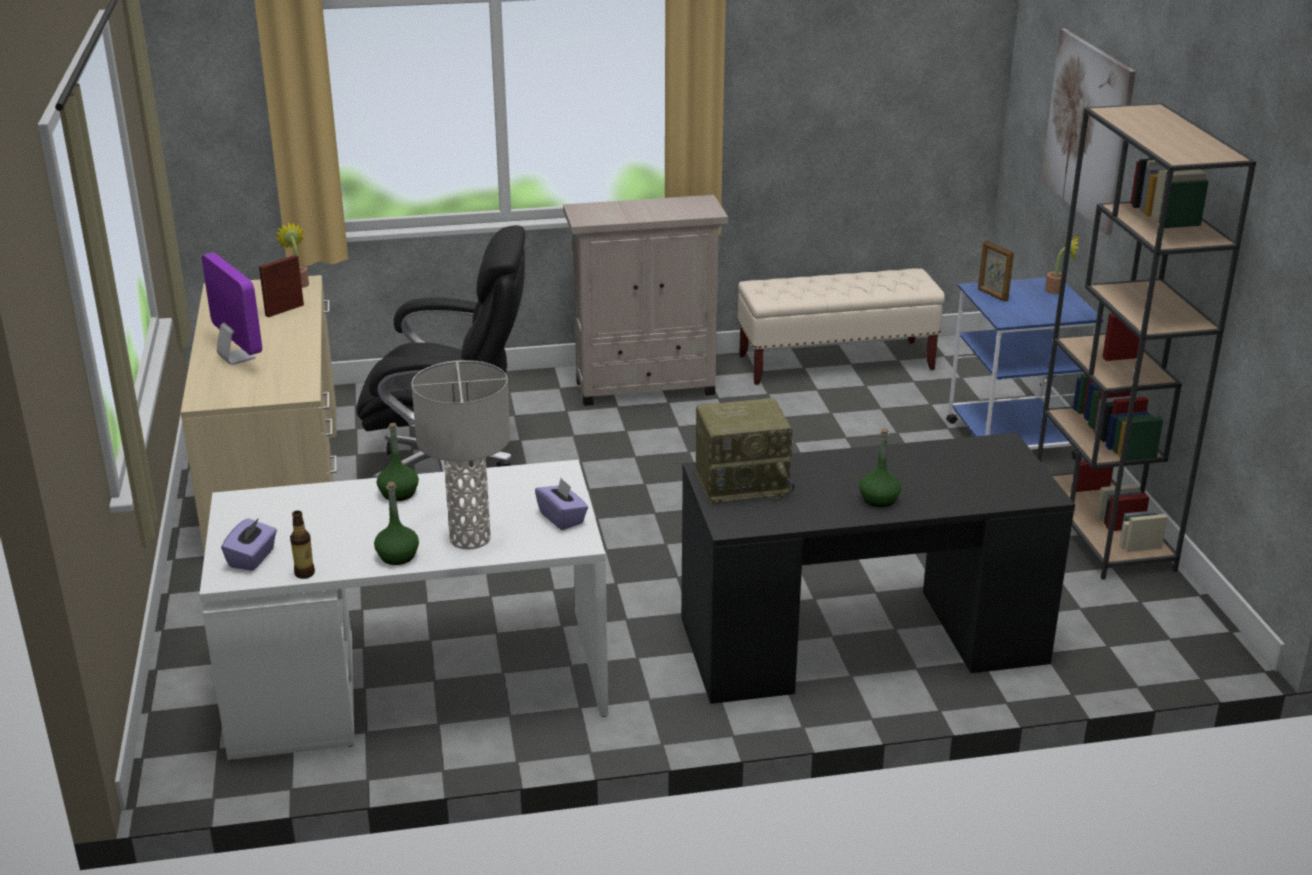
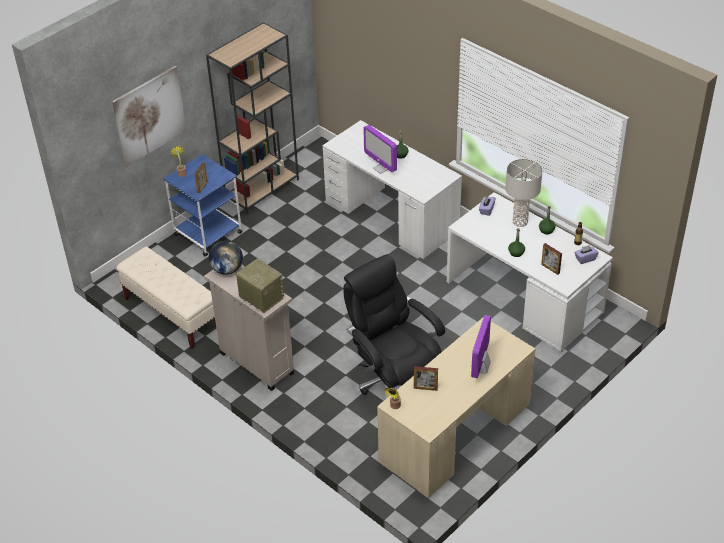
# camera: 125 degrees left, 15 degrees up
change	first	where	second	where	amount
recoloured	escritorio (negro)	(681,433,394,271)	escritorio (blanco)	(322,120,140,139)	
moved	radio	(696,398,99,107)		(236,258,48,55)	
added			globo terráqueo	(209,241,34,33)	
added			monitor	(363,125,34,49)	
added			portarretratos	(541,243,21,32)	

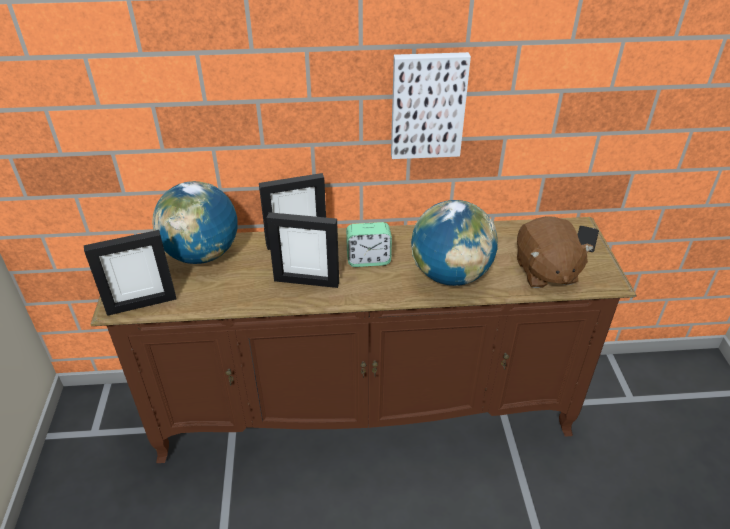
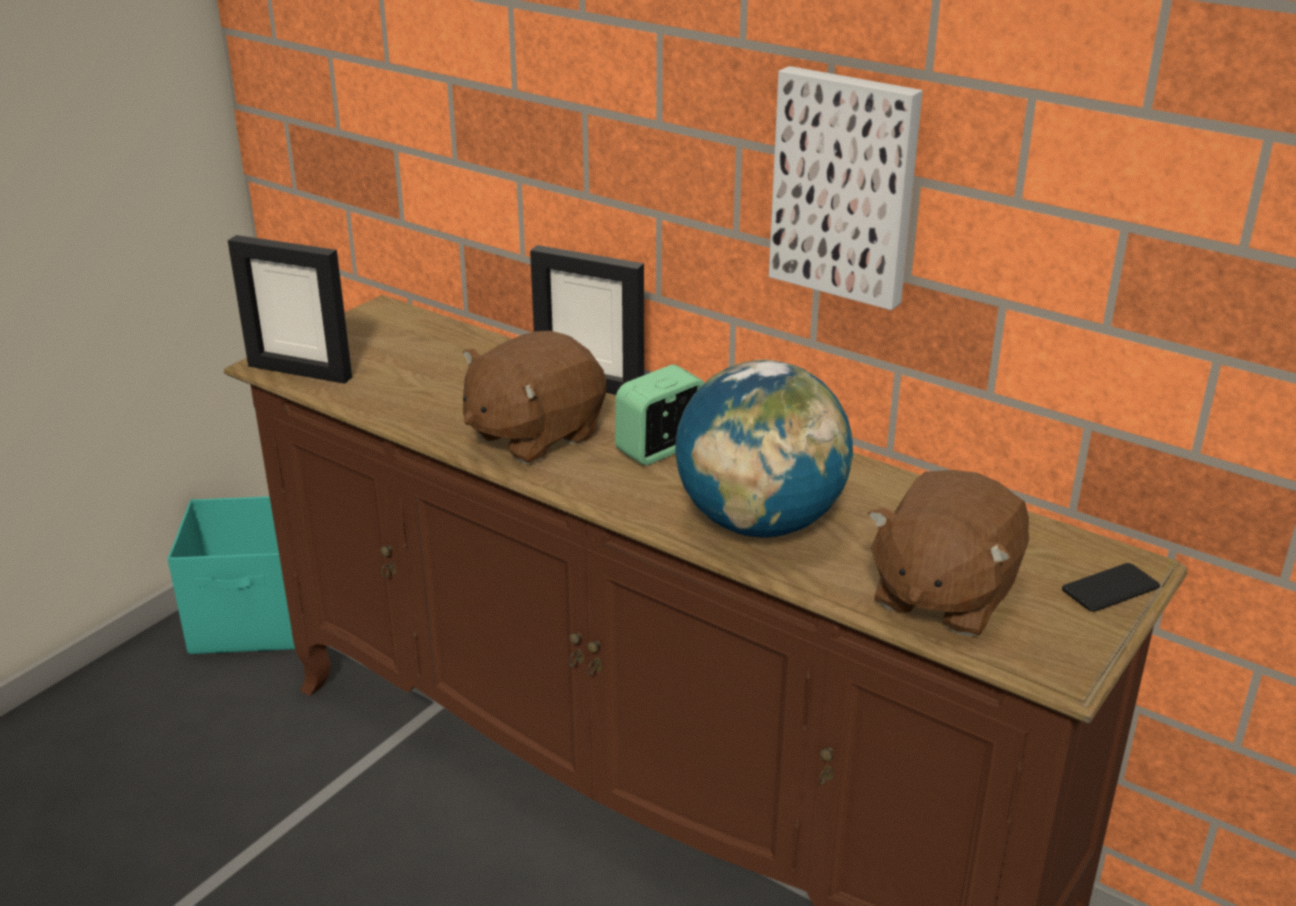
# camera: 40 degrees right, 10 degrees down
change	first	where	second	where	amount
removed	globo terráqueo	(152,181,86,83)			
replaced	portarretratos	(267,212,72,76)	peluche (marrón)	(463,331,143,133)	
turned	despertador	(346,222,46,45)		(615,365,89,100)	105 degrees clockwise
added			caja de almacenaje (turquesa)	(167,496,128,158)	

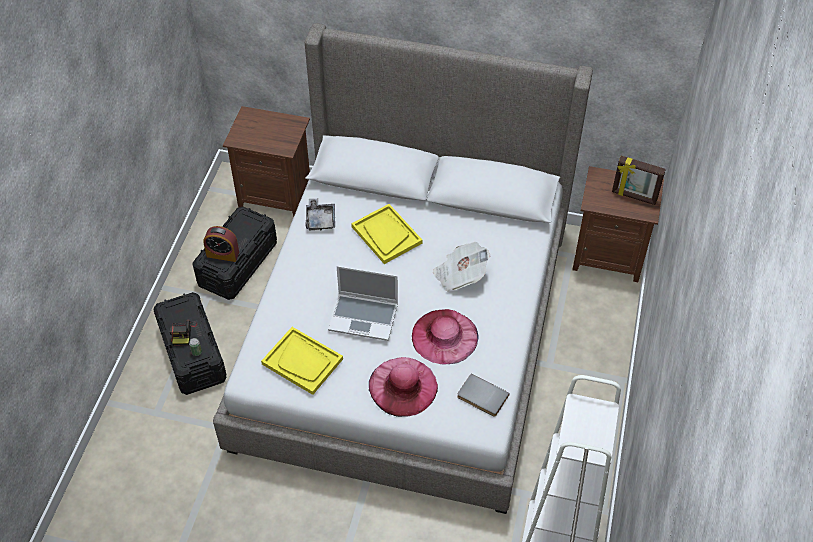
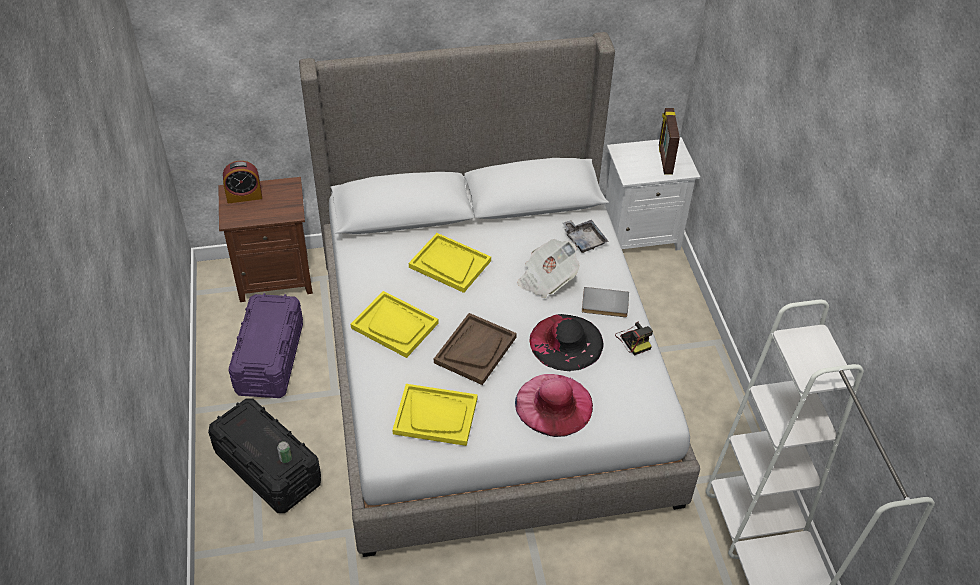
# camera: 25 degrees left, 5 degrees down
change	first	where	second	where	amount
moved	cámara	(170,320,27,26)		(615,322,38,34)	
recoloured	caja de almacenaje (negro)	(192,207,85,93)	caja de almacenaje (morado)	(228,293,75,105)	
moved	despertador	(203,226,36,36)		(223,161,39,42)	
moved	bandeja (gris)	(306,199,29,32)		(562,220,46,33)	
replaced	portátil	(328,266,70,75)	bandeja (marrón)	(434,313,83,72)	
recoloured	sombrero (rosa)	(412,309,67,55)	sombrero (negro)	(529,314,74,57)	
moved	libro (gris)	(457,373,53,44)		(582,287,47,30)	
recoloured	mesita de noche (marrón)	(572,166,92,116)	mesita de noche (blanco)	(605,137,95,114)	
turned	portarretratos	(612,156,54,49)		(659,108,21,67)	90 degrees clockwise
added			bandeja (amarillo)	(351,291,88,67)	

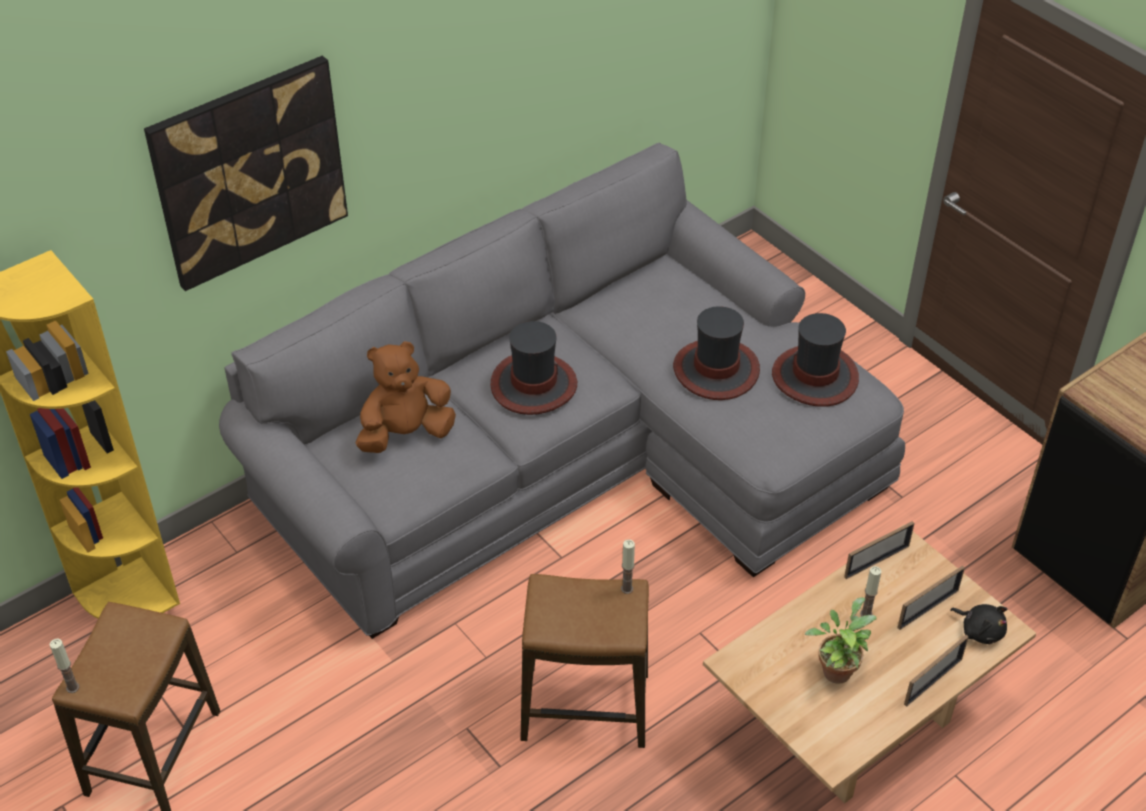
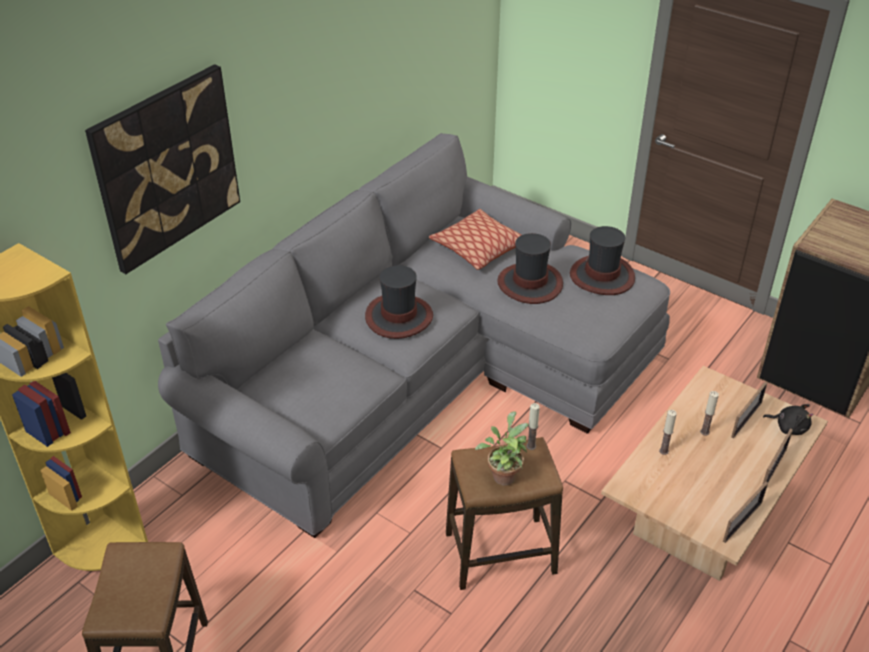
# camera: 15 degrees left, 5 degrees down
change	first	where	second	where	amount
moved	vela	(50,639,29,54)		(659,410,18,45)	
removed	peluche (marrón)	(355,341,101,112)			
moved	planta en maceta	(805,597,72,87)		(475,411,53,75)	
moved	portarretratos	(844,521,71,58)		(723,482,45,61)	
added			cojín	(429,209,92,61)	

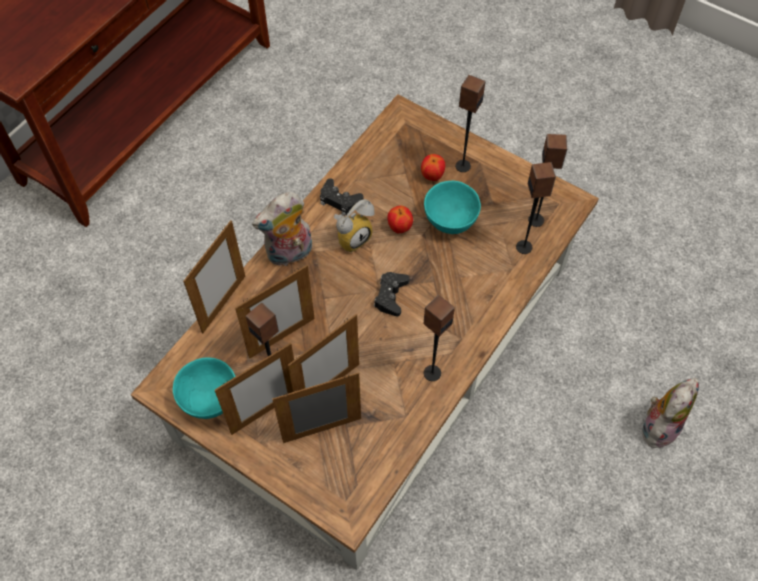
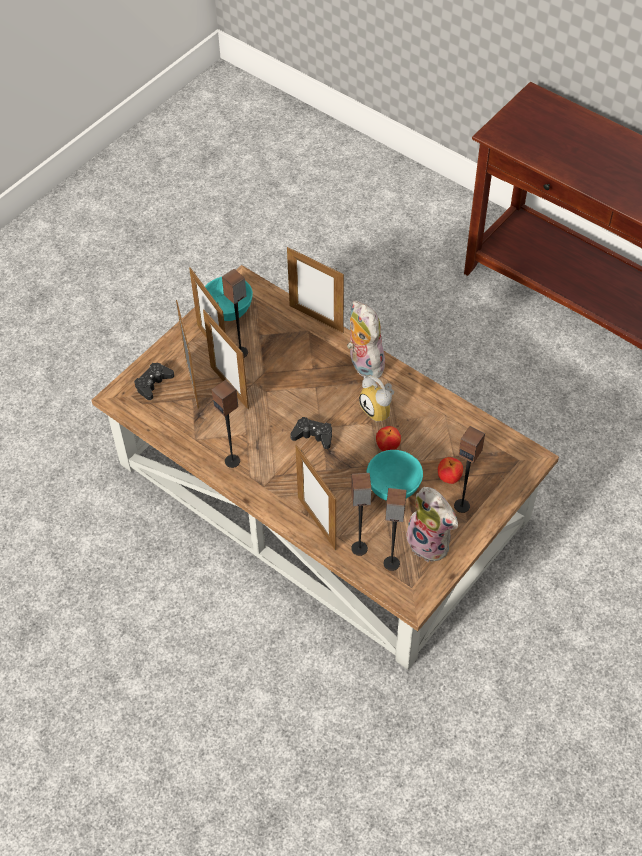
# camera: 95 degrees right, 5 degrees down
change	first	where	second	where	amount
moved	portarretratos	(235,265,80,94)		(295,444,41,106)	
moved	mando de consola (negro)	(320,178,44,38)		(134,363,40,37)	
moved	peluche	(642,378,57,70)		(406,487,52,75)	

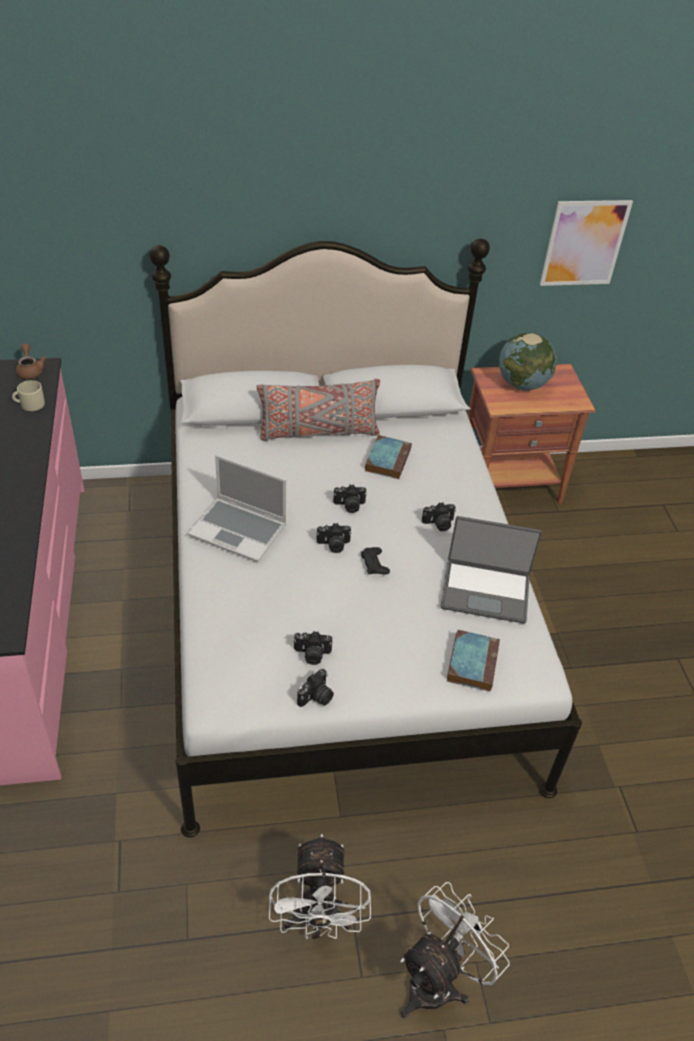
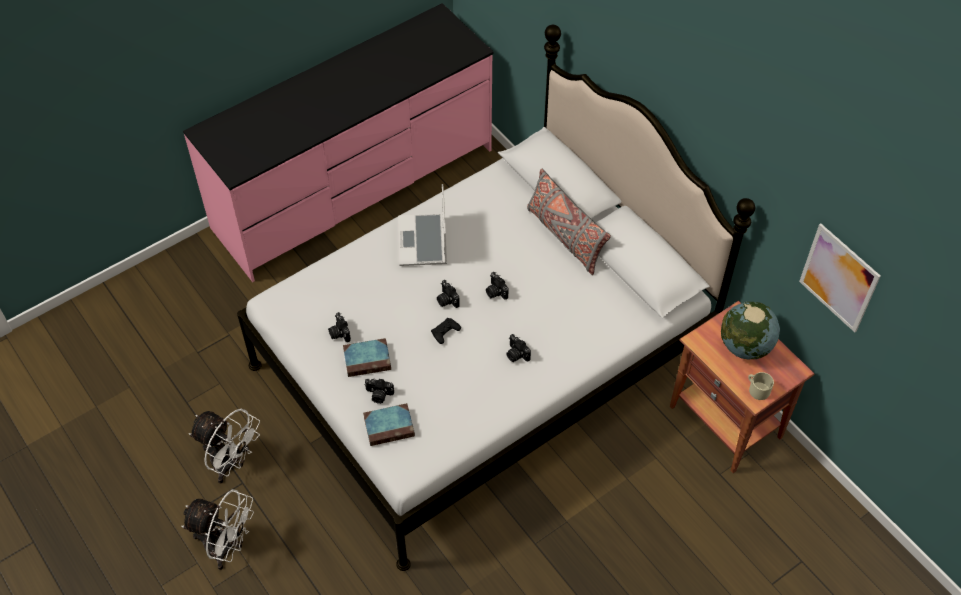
# camera: 65 degrees right, 10 degrees up
change	first	where	second	where	amount
moved	taza grande (beis)	(12,380,33,31)		(748,372,26,28)	
removed	tetera (marrón)	(16,344,30,35)			
turned	ventilador (blanco)	(269,834,102,105)		(189,409,71,74)	120 degrees counterclockwise
moved	cámara	(297,669,37,38)		(364,378,30,26)	
moved	libro	(365,435,47,44)		(343,338,48,39)	
removed	portátil	(441,516,101,108)			

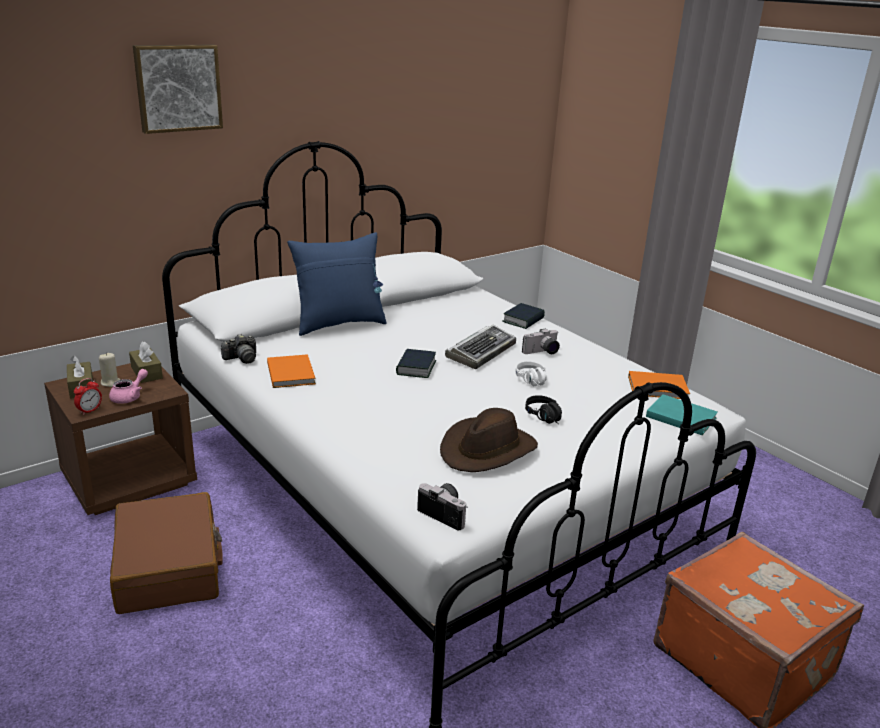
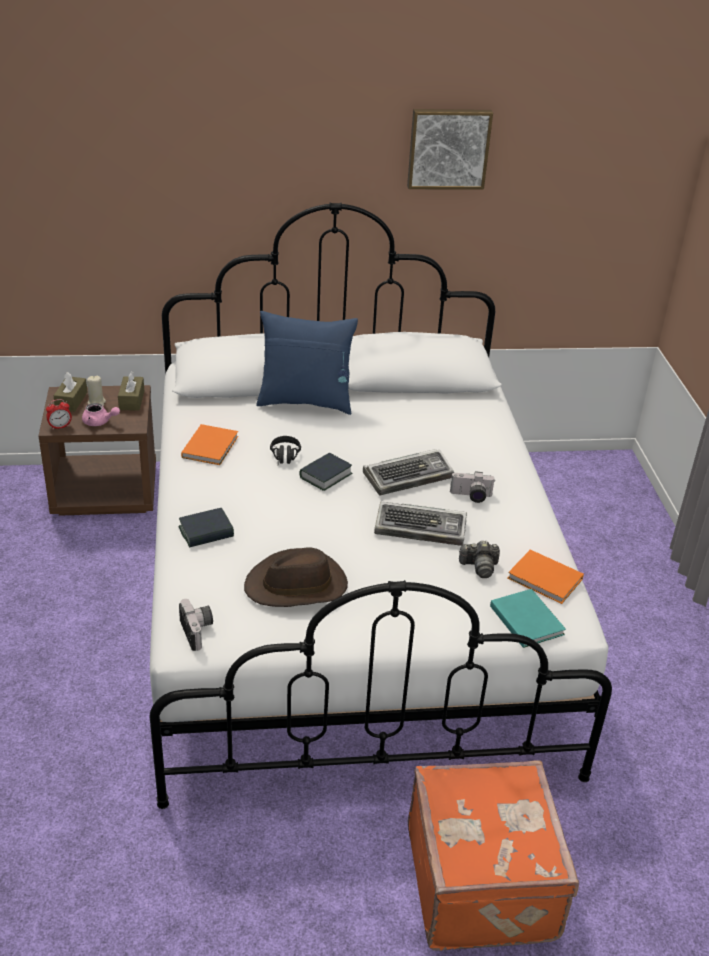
# camera: 30 degrees right, 10 degrees up
change	first	where	second	where	amount
turned	tetera (rosa)	(109,369,39,35)		(82,403,38,23)	45 degrees clockwise
removed	maleta (marrón)	(110,492,113,122)			
moved	cuadro	(133,45,90,89)		(407,109,86,81)	
moved	cámara	(221,334,35,30)		(459,541,41,37)	
moved	libro	(502,303,43,26)		(178,508,56,39)	
replaced	auriculares (blanco)	(516,361,31,25)	teclado	(374,501,93,45)	
moved	auriculares (negro)	(525,395,37,29)		(270,436,31,28)	

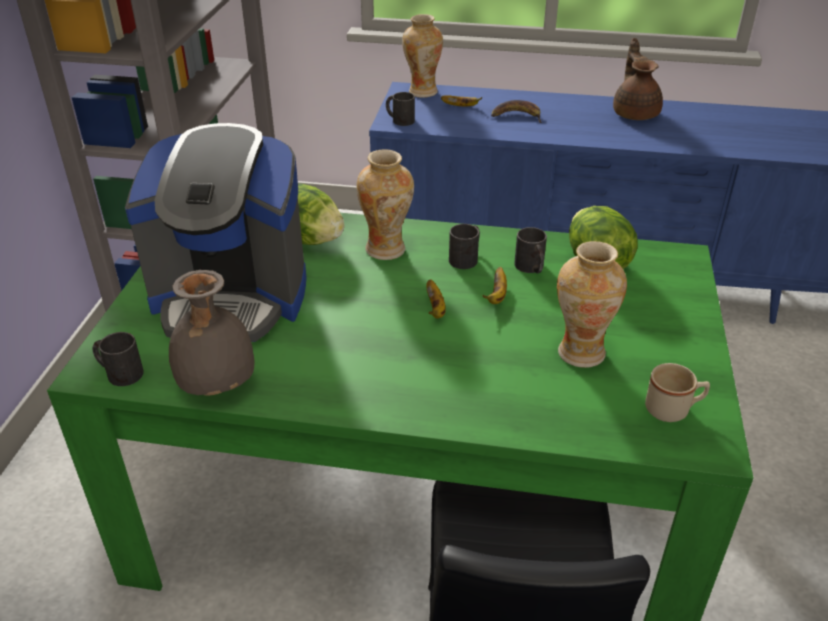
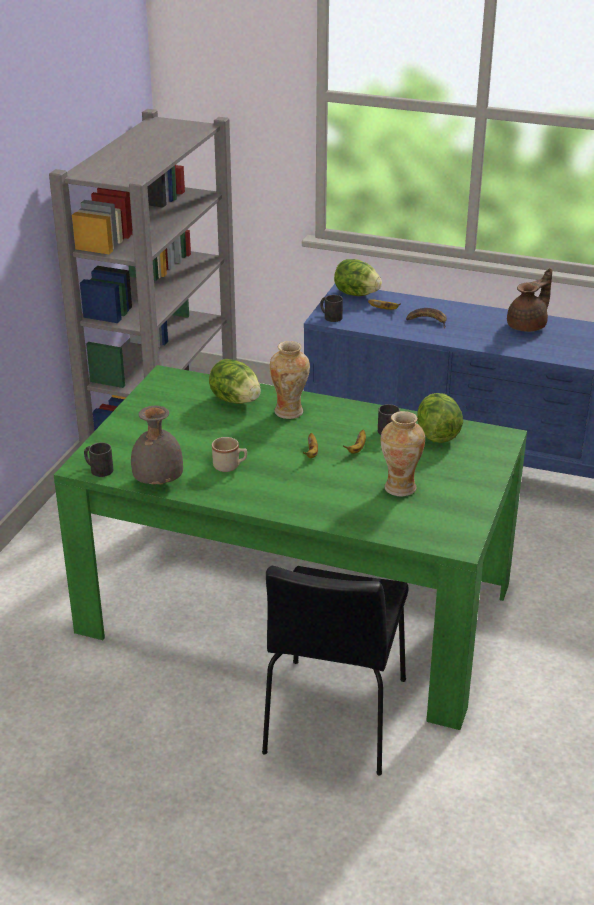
# camera: 10 degrees right, 5 degrees down
change	first	where	second	where	amount
removed	cafetera	(125,123,182,219)			
replaced	florero	(402,14,41,84)	lechuga	(334,259,48,37)	
removed	taza grande (negro)	(449,224,31,45)			
turned	tetera (marrón)	(613,38,50,82)		(507,268,45,64)	45 degrees clockwise
moved	taza grande (beis)	(645,363,65,59)		(212,437,35,35)	

